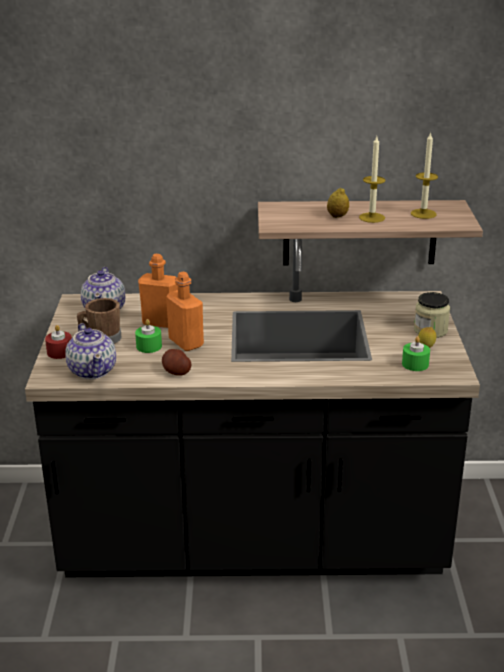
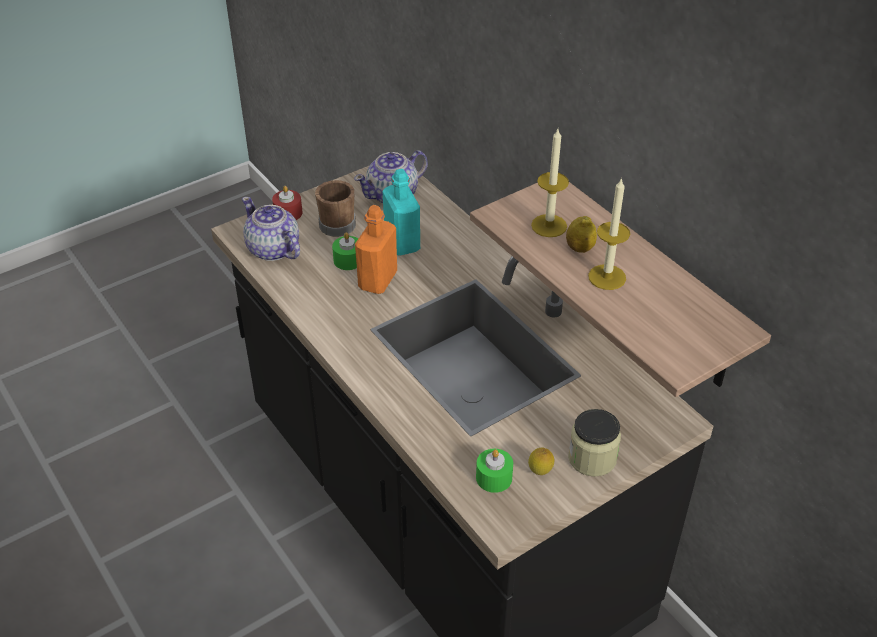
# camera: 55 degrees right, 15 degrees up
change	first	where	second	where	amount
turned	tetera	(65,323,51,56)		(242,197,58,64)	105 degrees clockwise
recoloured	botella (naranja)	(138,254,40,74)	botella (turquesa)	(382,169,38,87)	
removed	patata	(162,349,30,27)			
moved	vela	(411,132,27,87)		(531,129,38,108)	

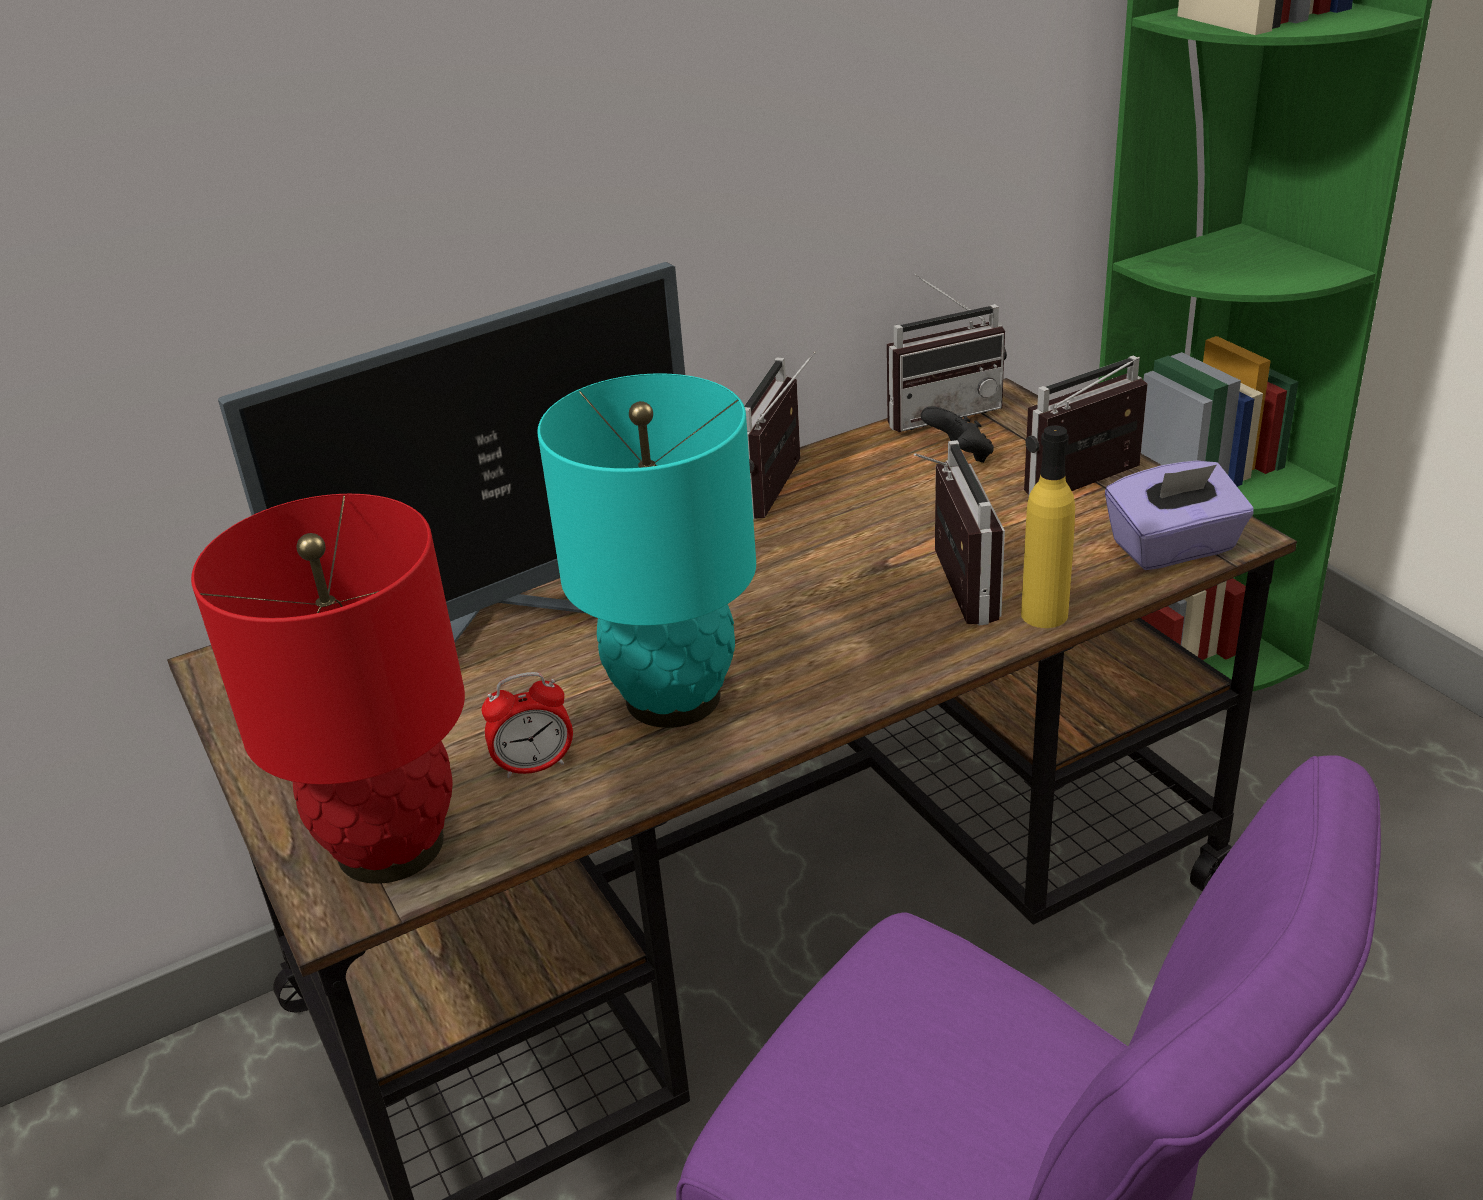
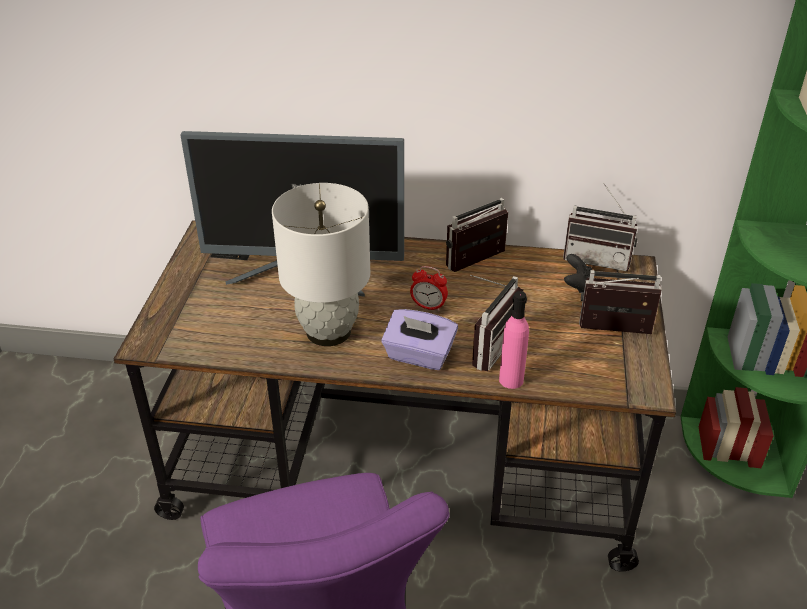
# camera: 35 degrees right, 5 degrees up
change	first	where	second	where	amount
removed	lámpara de mesa (rojo)	(191,494,274,390)			
moved	despertador	(481,672,92,106)		(410,266,38,45)	
recoloured	lámpara de mesa (turquesa)	(537,374,219,354)	lámpara de mesa (blanco)	(272,183,98,163)	
recoloured	botella (amarillo)	(1021,425,54,203)	botella (rosa)	(499,291,30,98)	
moved	caja de pañuelos (morado)	(1105,461,149,109)		(381,309,77,61)	

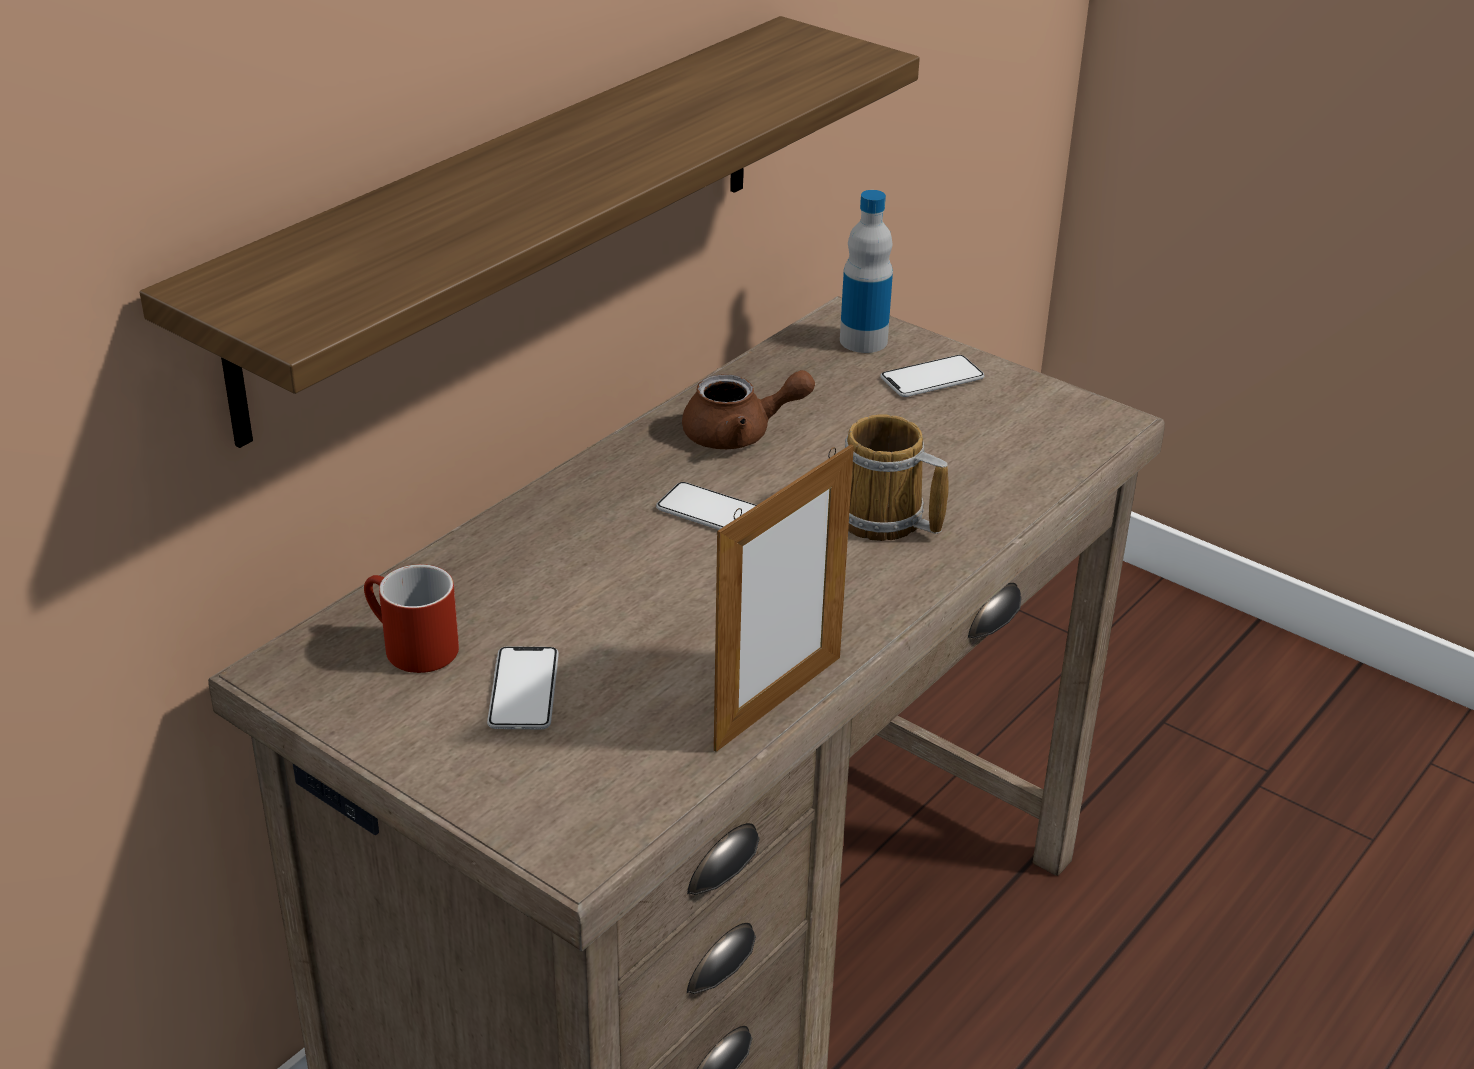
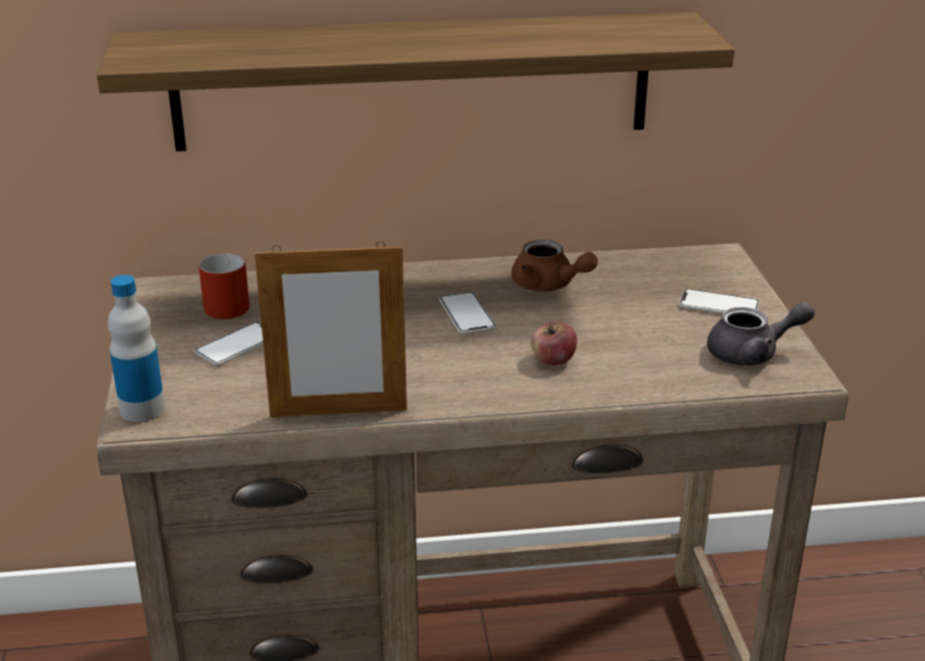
# camera: 45 degrees right, 5 degrees down
change	first	where	second	where	amount
moved	botella	(840,190,53,163)		(108,275,57,147)	
replaced	taza grande	(845,414,104,127)	manzana	(531,321,46,44)	
added			tetera (gris)	(707,301,108,65)	

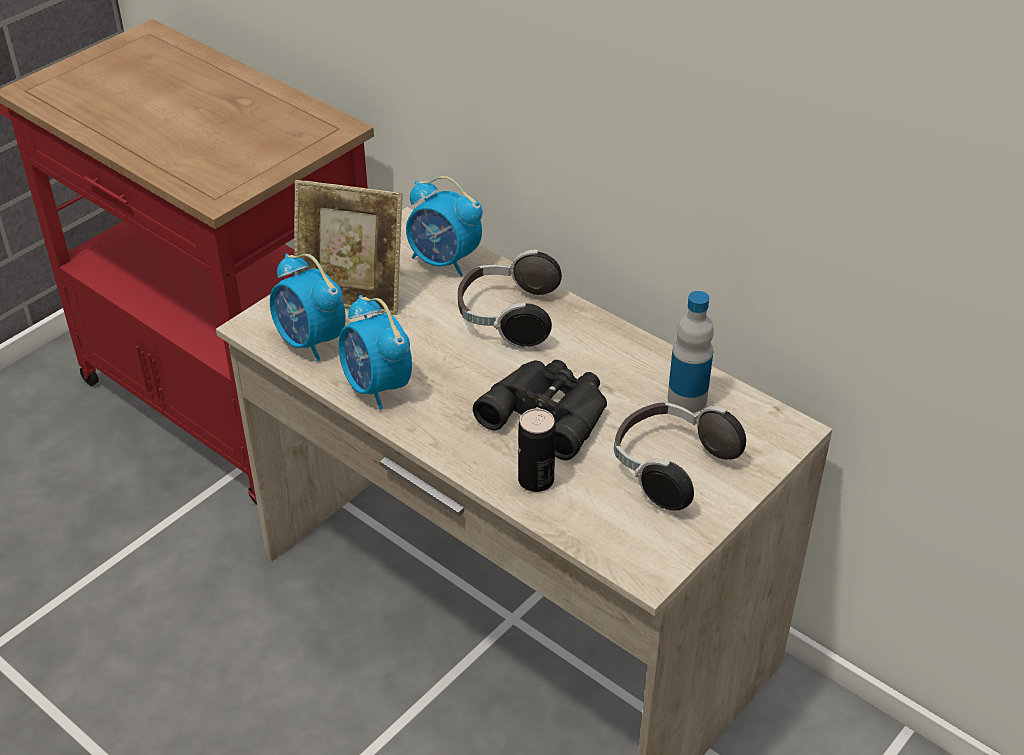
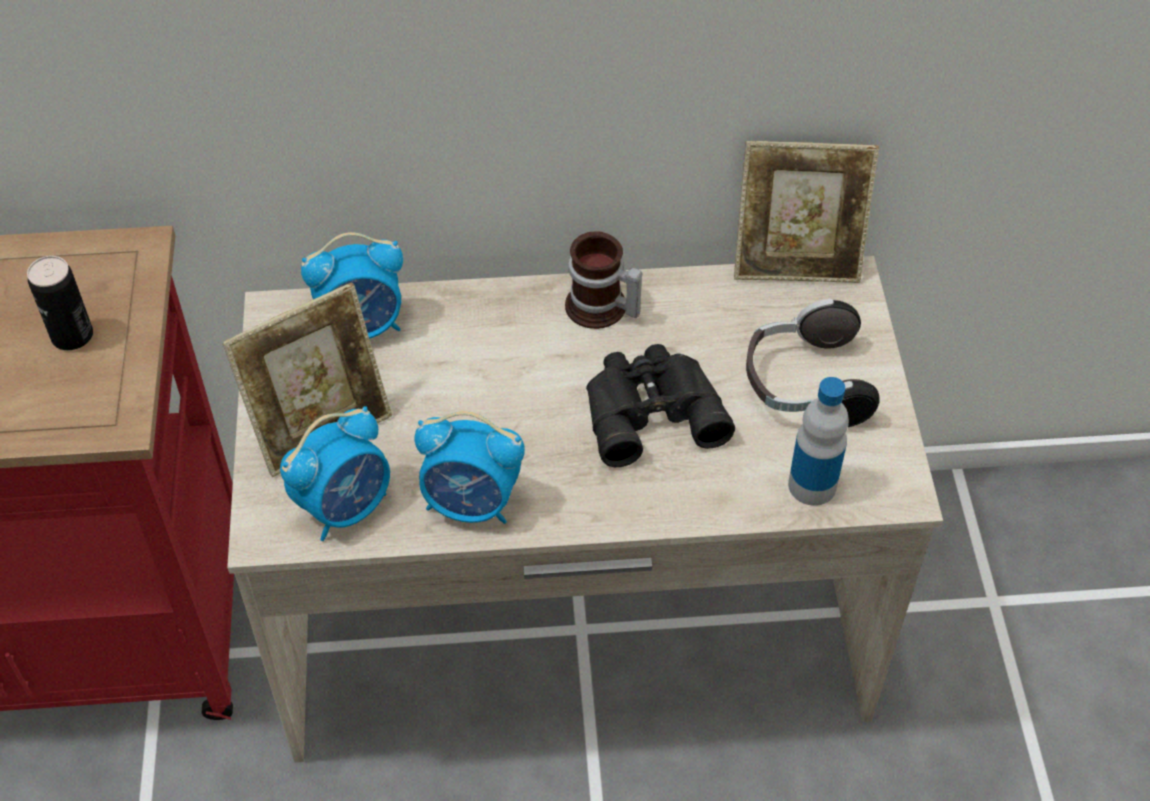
# camera: 45 degrees left, 10 degrees up
change	first	where	second	where	amount
turned	despertador	(270,253,76,109)		(280,406,110,135)	45 degrees counterclockwise
removed	auriculares	(458,250,104,98)			
moved	lata	(518,408,38,84)		(27,256,66,94)	
moved	botella	(667,291,47,122)		(788,377,61,129)	
added			taza grande	(565,231,77,98)	
added			portarretratos	(734,141,145,142)	

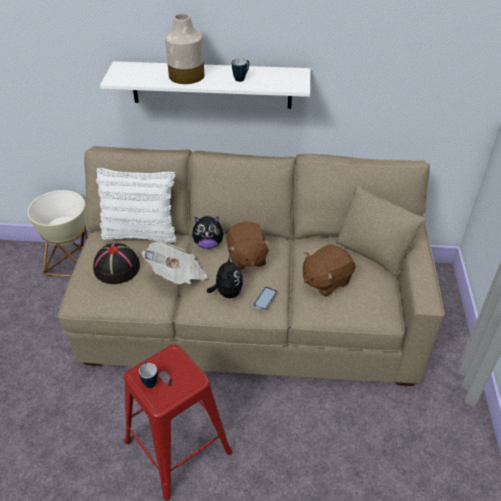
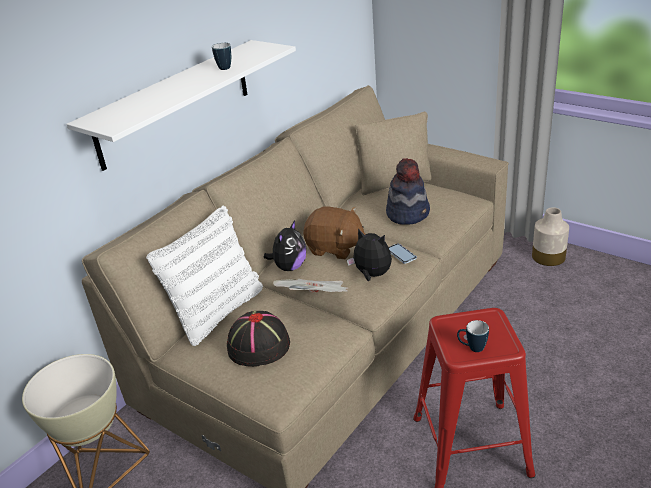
# camera: 55 degrees left, 10 degrees down
change	first	where	second	where	amount
moved	florero (beis)	(165,14,40,70)		(532,207,37,59)	
replaced	peluche (marrón)	(303,244,52,52)	sombrero	(386,158,44,66)	

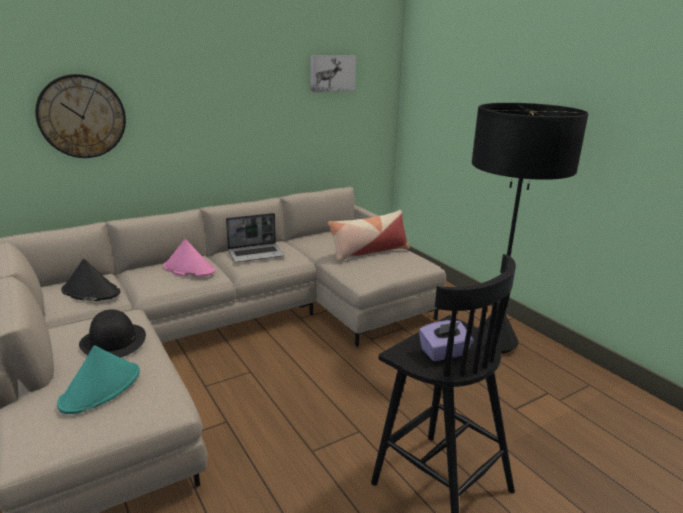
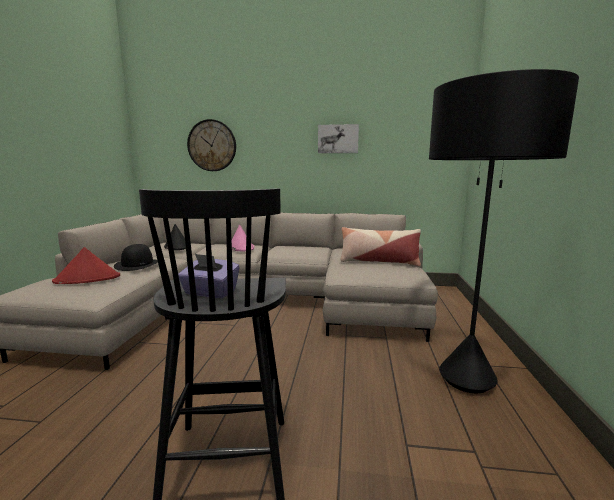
# camera: 40 degrees right, 10 degrees down
change	first	where	second	where	amount
recoloured	sombrero (turquesa)	(57,345,83,69)	sombrero (rojo)	(52,247,68,37)	
removed	portátil	(226,213,59,49)			
moved	cuadro	(310,56,46,37)		(318,124,41,29)	

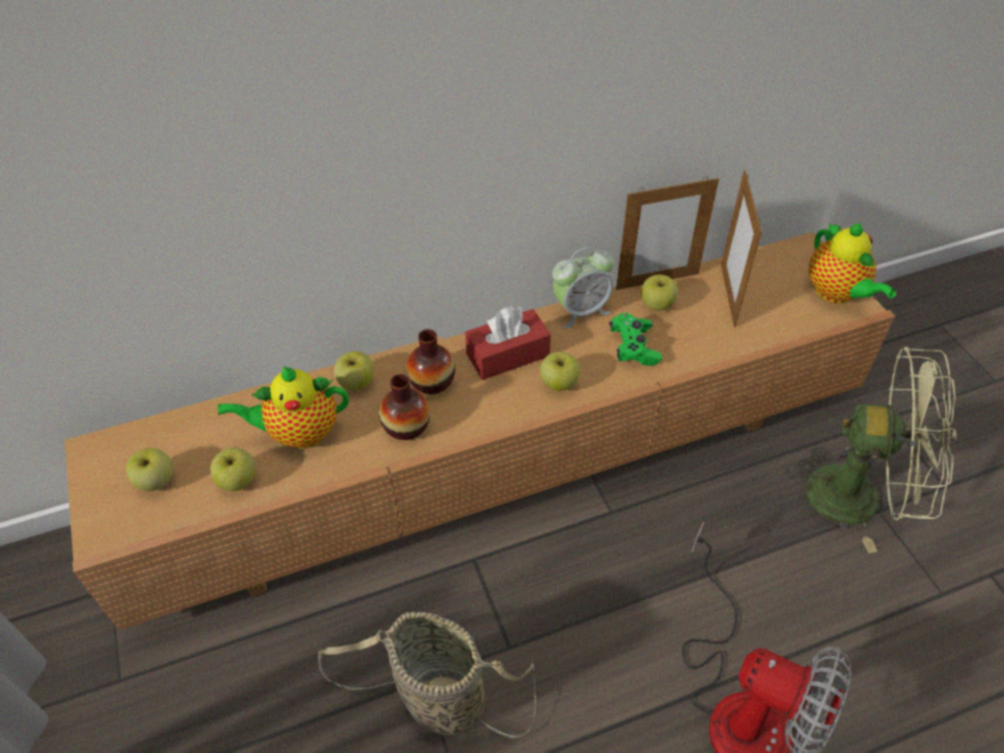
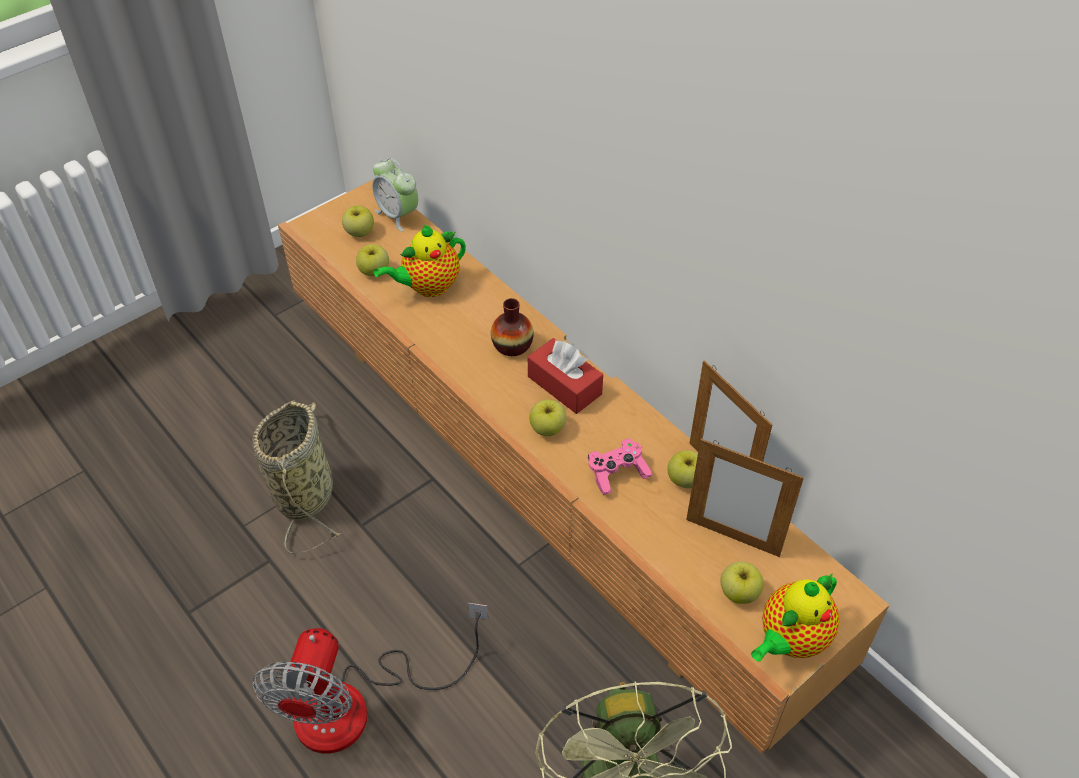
# camera: 70 degrees right, 0 degrees up
change	first	where	second	where	amount
turned	tetera	(218,366,131,83)		(374,225,92,72)	90 degrees counterclockwise
moved	manzana	(334,351,40,40)		(720,562,44,42)	
removed	florero	(379,374,51,66)			
moved	despertador	(552,247,62,81)		(372,158,46,74)	
recoloured	mando de consola (verde)	(609,313,53,53)	mando de consola (rosa)	(588,439,64,56)	
turned	portarretratos	(721,170,41,157)		(686,439,118,118)	135 degrees counterclockwise

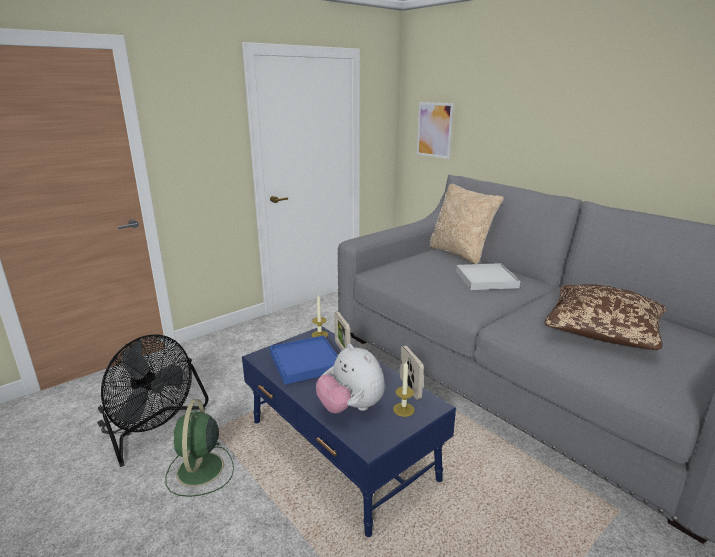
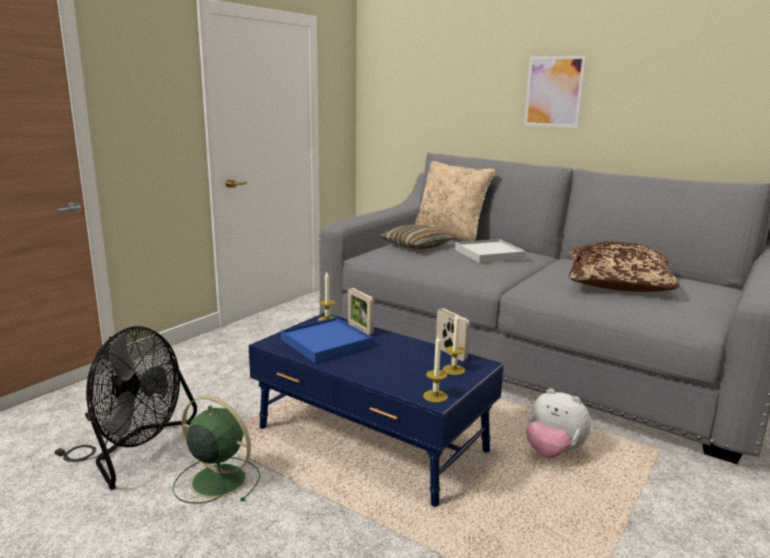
# camera: 15 degrees left, 5 degrees down
change	first	where	second	where	amount
turned	ventilador (verde)	(166,399,68,98)		(172,396,88,108)	135 degrees clockwise
moved	peluche	(316,344,69,69)		(526,388,65,70)	
moved	cuadro	(417,102,37,57)		(524,56,62,72)	
added			cojín	(380,225,75,24)	
added			vela	(423,334,25,69)	

